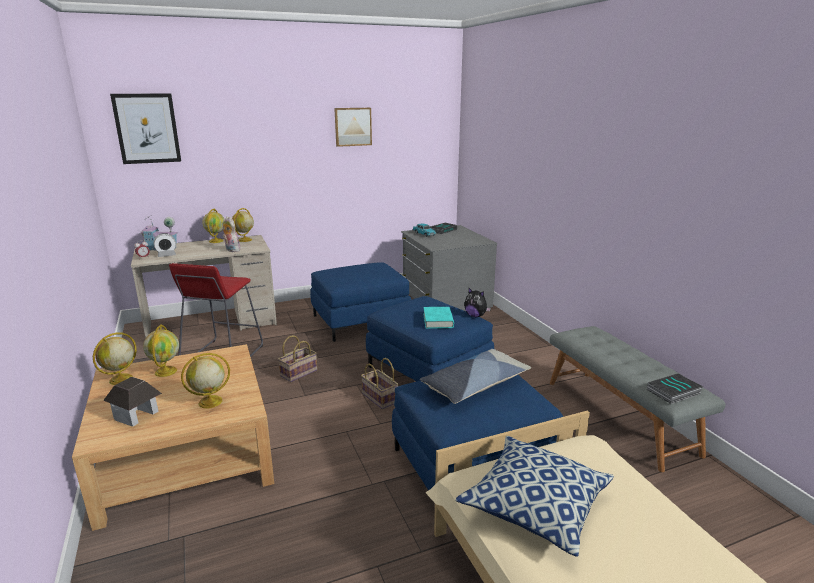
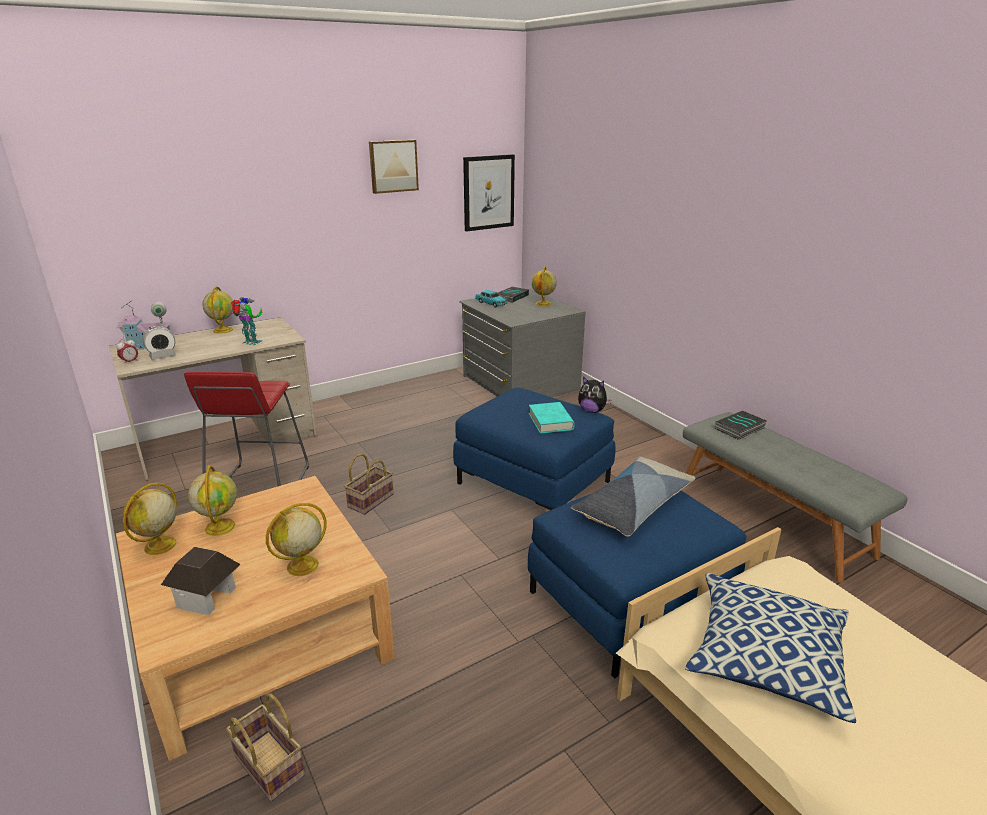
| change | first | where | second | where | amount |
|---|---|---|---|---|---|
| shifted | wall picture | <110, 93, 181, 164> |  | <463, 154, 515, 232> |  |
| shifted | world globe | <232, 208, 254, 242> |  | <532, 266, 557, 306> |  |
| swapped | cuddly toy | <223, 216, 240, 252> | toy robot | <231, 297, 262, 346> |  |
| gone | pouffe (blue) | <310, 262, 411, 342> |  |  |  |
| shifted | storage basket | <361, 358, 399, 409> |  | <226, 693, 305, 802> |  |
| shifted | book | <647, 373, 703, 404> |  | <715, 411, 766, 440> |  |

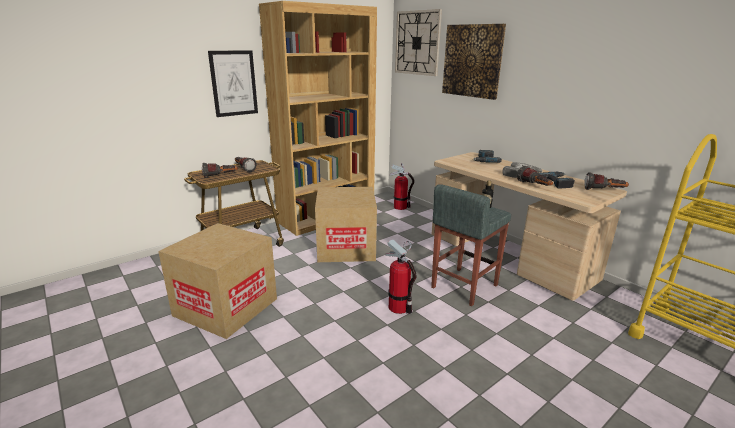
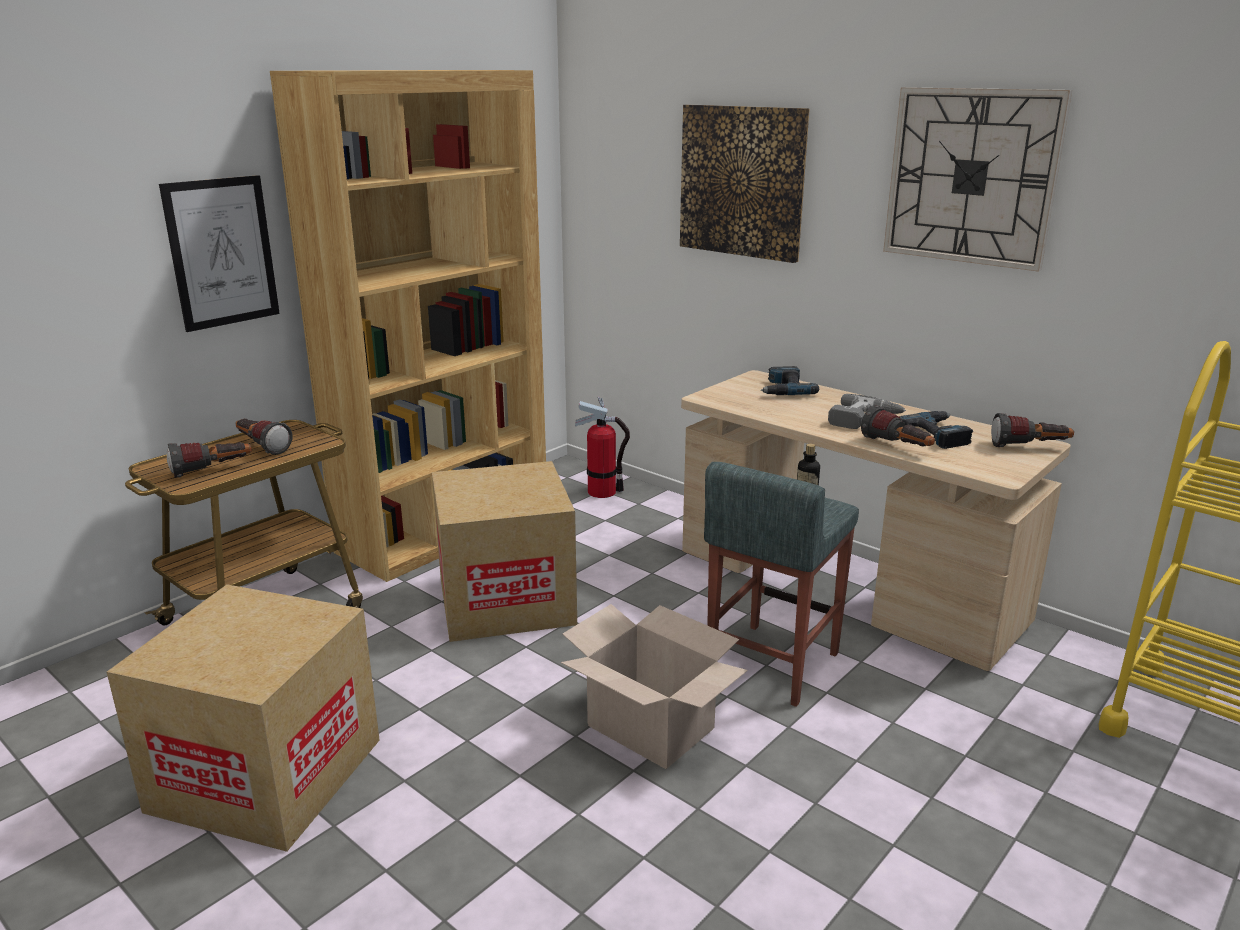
| change | first | where | second | where | amount |
|---|---|---|---|---|---|
| shifted | wall clock | <395, 9, 442, 76> |  | <883, 87, 1072, 272> |  |
| swapped | fire extinguisher | <386, 240, 416, 314> | cardboard box | <561, 604, 748, 769> |  |

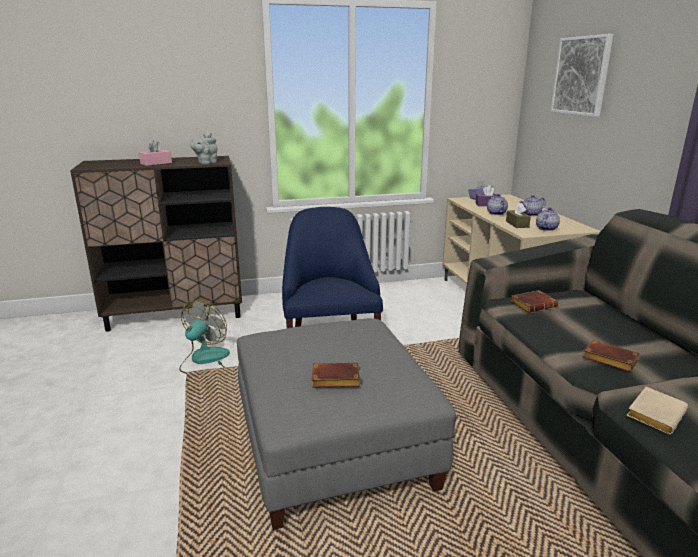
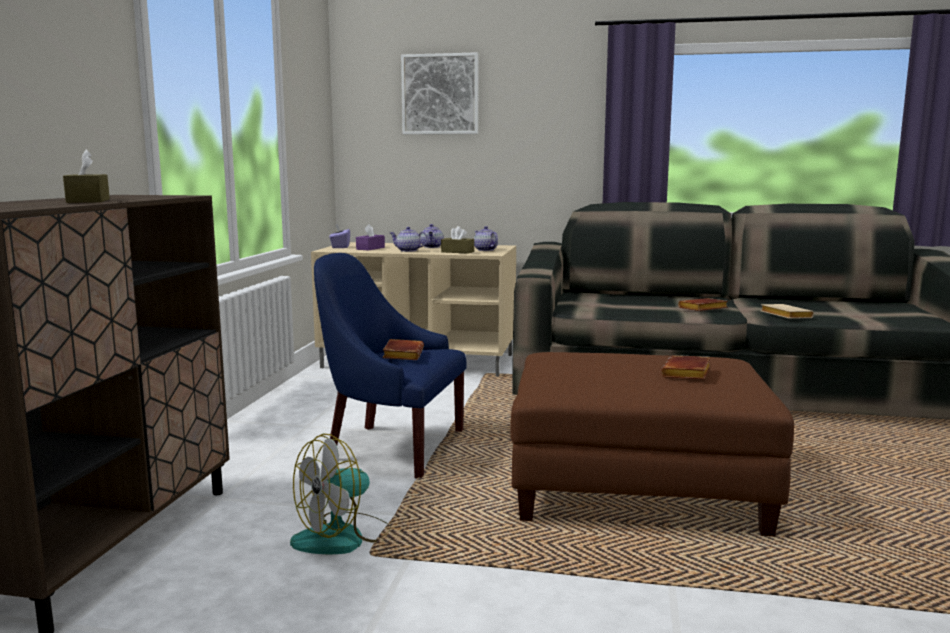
| change | first | where | second | where | amount |
|---|---|---|---|---|---|
| gone | teapot (grey) | <190, 133, 217, 164> |  |  |  |
| repainted | tissue holder (pink-coloured) | <139, 140, 172, 166> | tissue holder (brownish) | <63, 150, 110, 203> |  |
| shifted | book (brownish) | <511, 290, 558, 313> |  | <383, 339, 424, 360> |  |
| rotated | cooling fan | <179, 300, 230, 374> |  | <290, 434, 391, 555> | 90 degrees counterclockwise |
| repainted | pouffe (grey) | <237, 318, 456, 530> | pouffe (brownish) | <511, 352, 794, 536> |  |

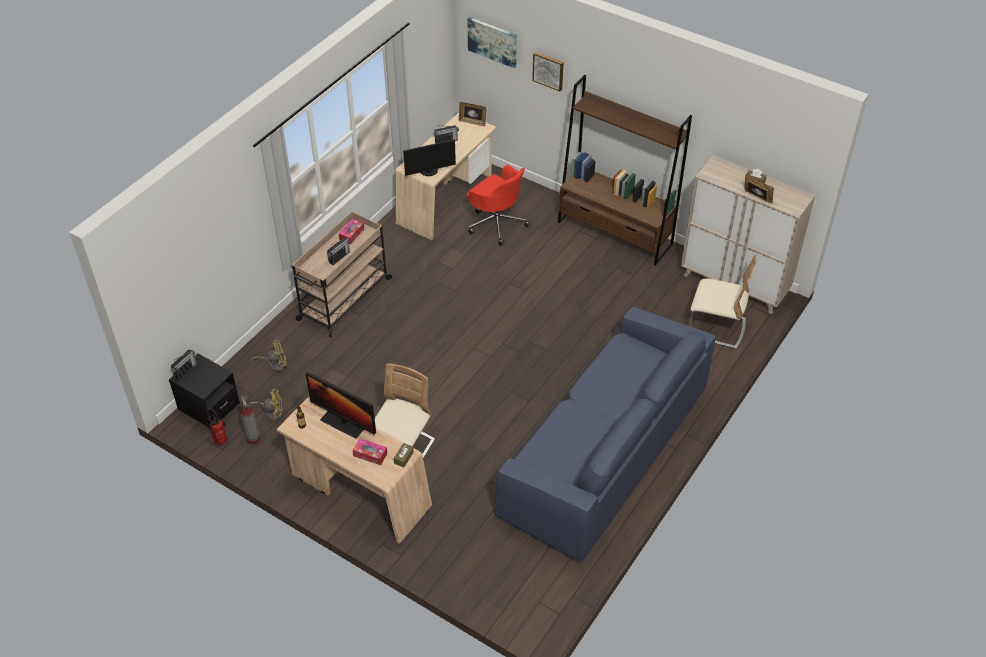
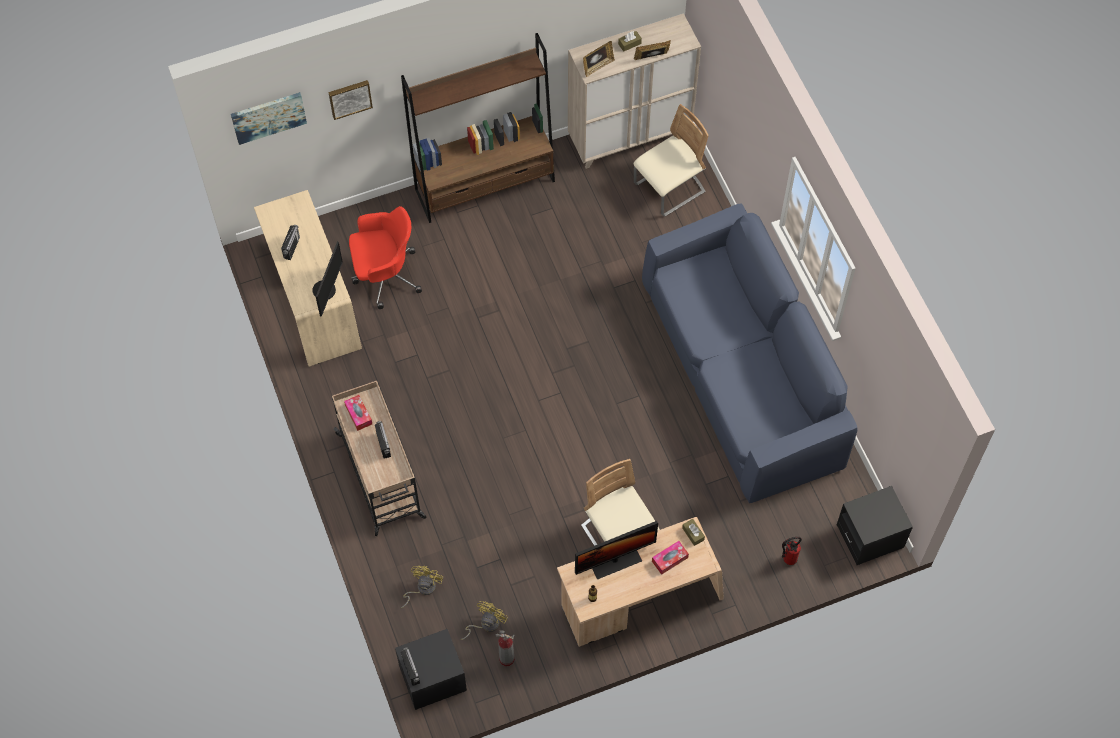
| change | first | where | second | where | amount |
|---|---|---|---|---|---|
| shifted | photo frame | <459, 102, 486, 127> |  | <583, 41, 615, 77> |  |
| shifted | fire extinguisher | <205, 405, 227, 445> |  | <782, 537, 802, 565> |  |
| new |  |  | night table (black) | <837, 486, 913, 565> |  |

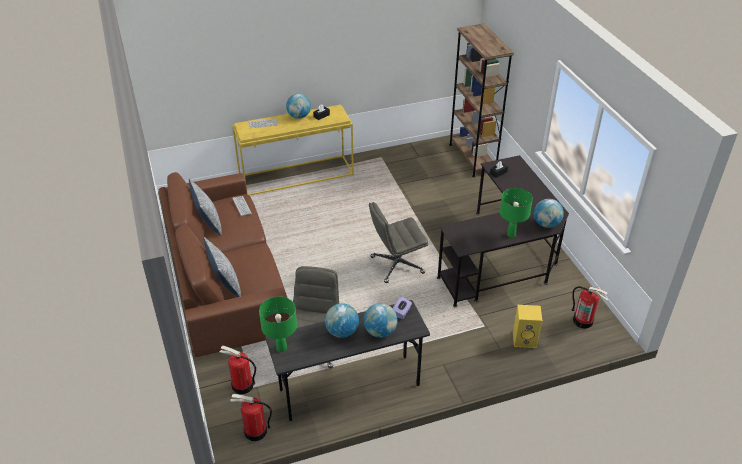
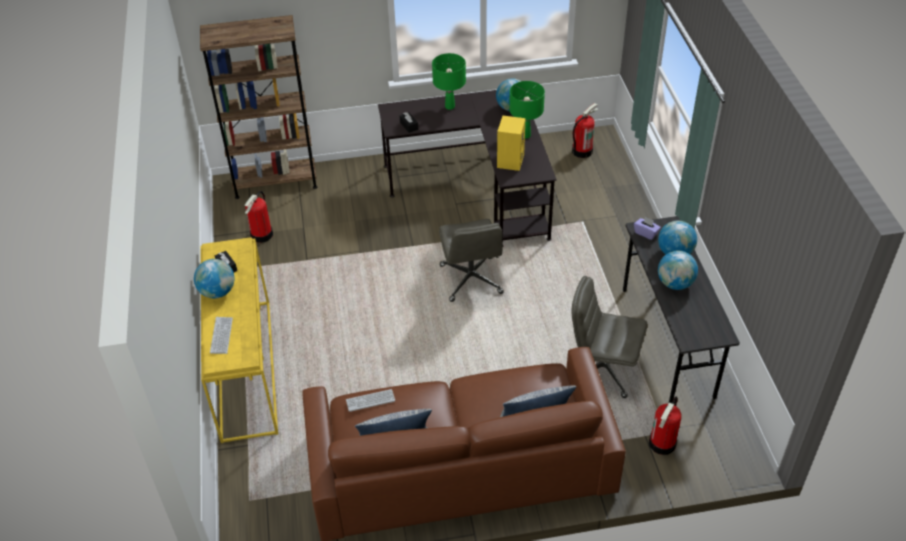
| change | first | where | second | where | amount |
|---|---|---|---|---|---|
| shifted | tabletop lamp (greenish) | <259, 297, 297, 352> |  | <432, 53, 466, 110> |  |
| shifted | speaker (yellowish) | <513, 305, 542, 348> |  | <497, 116, 526, 171> |  |
| shifted | fire extinguisher | <230, 394, 272, 441> |  | <244, 191, 273, 243> |  |

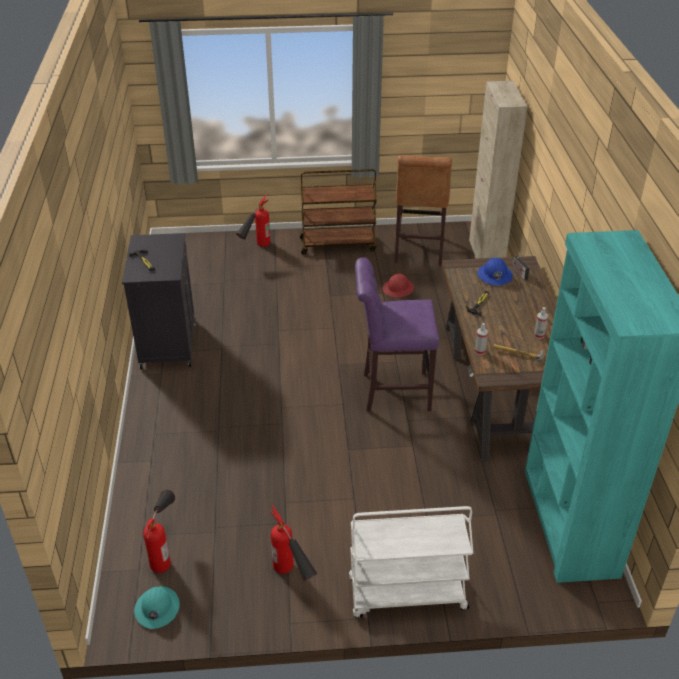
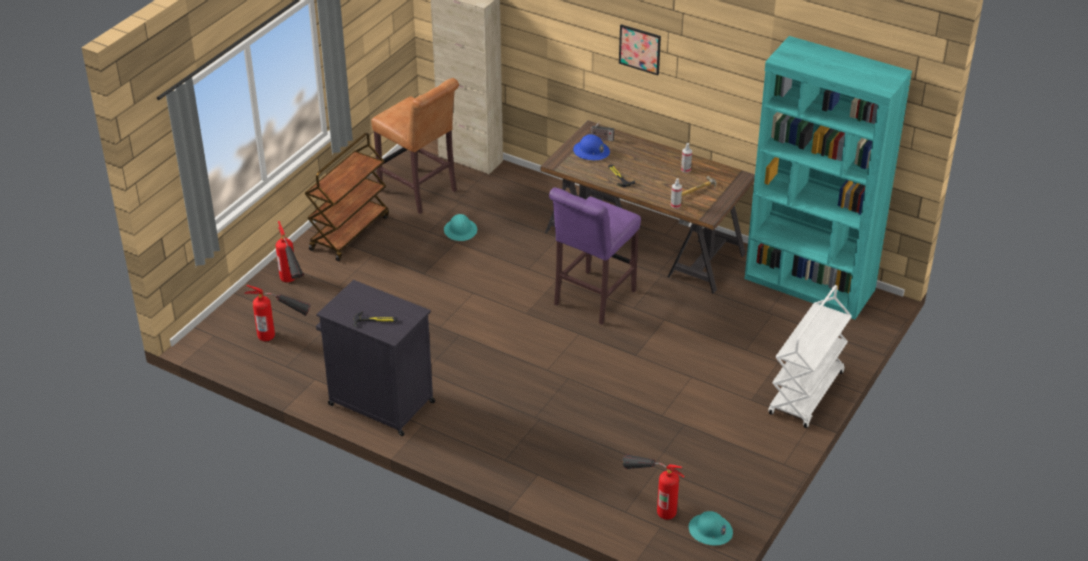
| change | first | where | second | where | amount |
|---|---|---|---|---|---|
| repainted | hard hat (reddish) | <382, 274, 414, 297> | hard hat (blue-green) | <444, 214, 477, 241> |  |
| shifted | fire extinguisher | <270, 506, 318, 582> |  | <245, 285, 311, 341> |  |
| new |  |  | wall picture | <619, 24, 661, 75> |  |

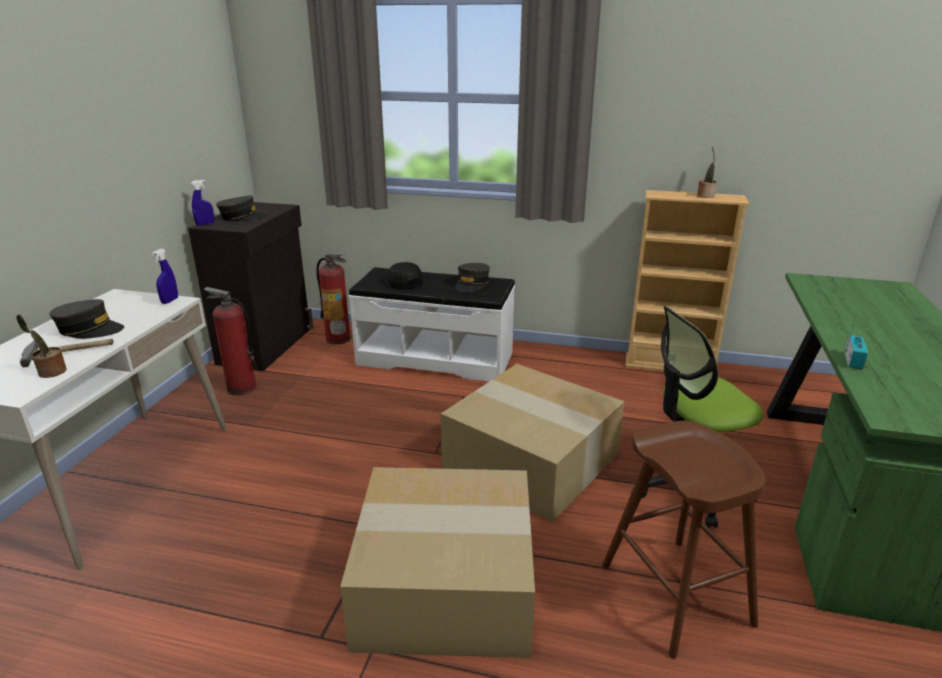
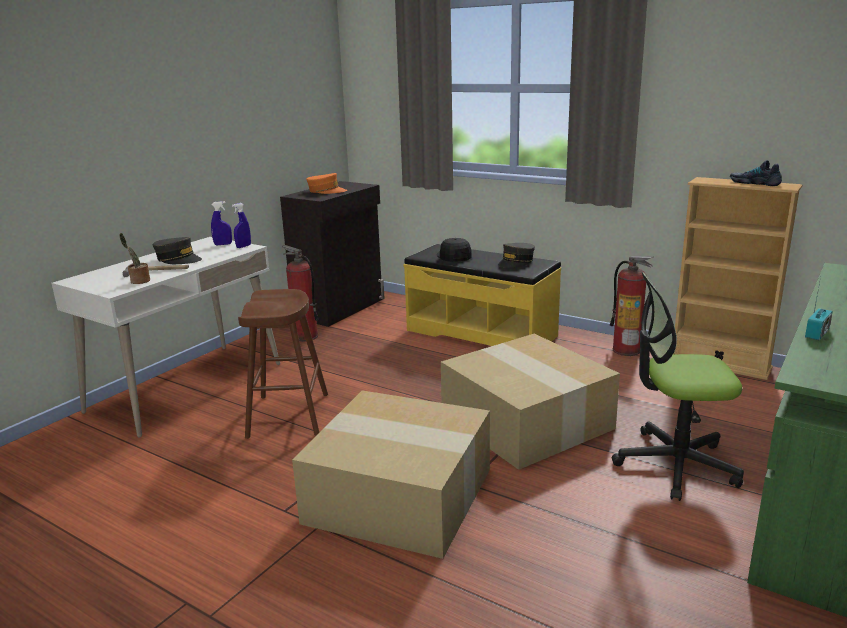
| change | first | where | second | where | amount |
|---|---|---|---|---|---|
| swapped | houseplant | <697, 146, 717, 198> | shoe | <730, 160, 782, 186> |  |
| shifted | sprayer (blue) | <191, 180, 214, 226> |  | <211, 201, 232, 245> |  |
| repainted | peaked cap (grey) | <216, 195, 268, 221> | peaked cap (orange) | <306, 173, 347, 194> |  |
| shifted | fire extinguisher | <317, 253, 351, 345> |  | <610, 256, 653, 356> |  |
| repainted | bench (white-coloured) | <348, 267, 515, 382> | bench (yellowish) | <403, 244, 561, 346> |  |
| shifted | stool (brownish) | <602, 421, 765, 659> |  | <238, 289, 328, 439> |  |

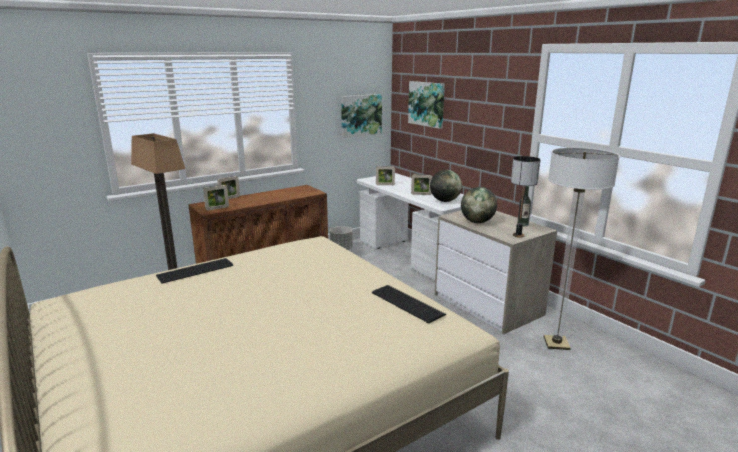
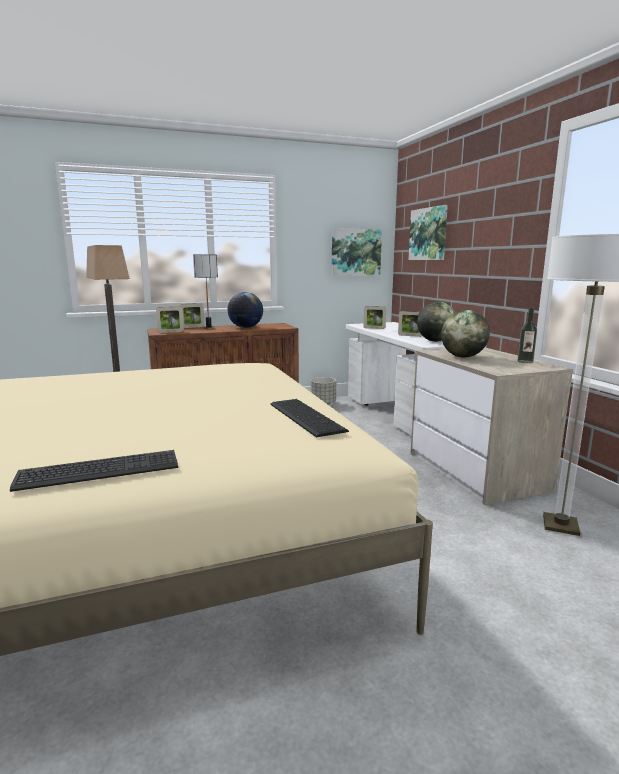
| change | first | where | second | where | amount |
|---|---|---|---|---|---|
| shifted | tabletop lamp | <511, 156, 540, 238> |  | <193, 255, 218, 329> |  |
| shifted | keyboard | <156, 258, 233, 284> |  | <10, 450, 178, 492> |  |
| new |  |  | world globe | <227, 292, 263, 328> |  |

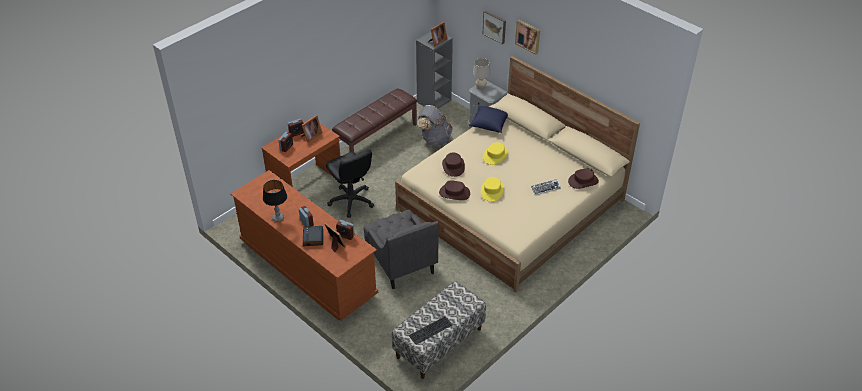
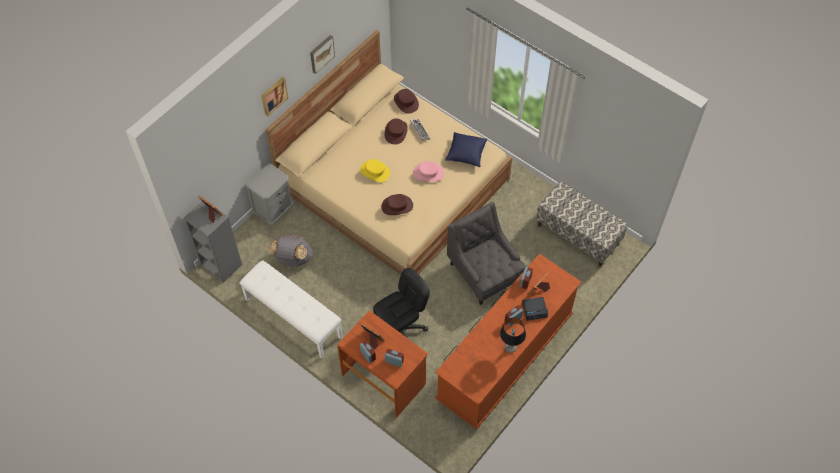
| change | first | where | second | where | amount |
|---|---|---|---|---|---|
| shifted | wall picture | <483, 10, 506, 45> |  | <310, 35, 335, 74> |  |
| gone | tabletop lamp (sand-coloured) | <473, 58, 490, 88> |  |  |  |
| repainted | bench (brownish) | <332, 89, 417, 152> | bench (white-coloured) | <239, 260, 343, 359> |  |
| shifted | throw pillow (blue) | <469, 106, 508, 133> |  | <445, 132, 488, 167> |  |
| repainted | clothing hat (yellowish) | <481, 177, 504, 202> | clothing hat (pink-coloured) | <413, 161, 444, 182> |  |
| shifted | clothing hat (brownish) | <439, 180, 470, 200> |  | <385, 118, 408, 144> |  |
| rotated | armchair (grey) | <363, 209, 439, 289> |  | <447, 202, 526, 305> | 90 degrees counterclockwise |
| gone | keyboard | <409, 316, 453, 344> |  |  |  |

